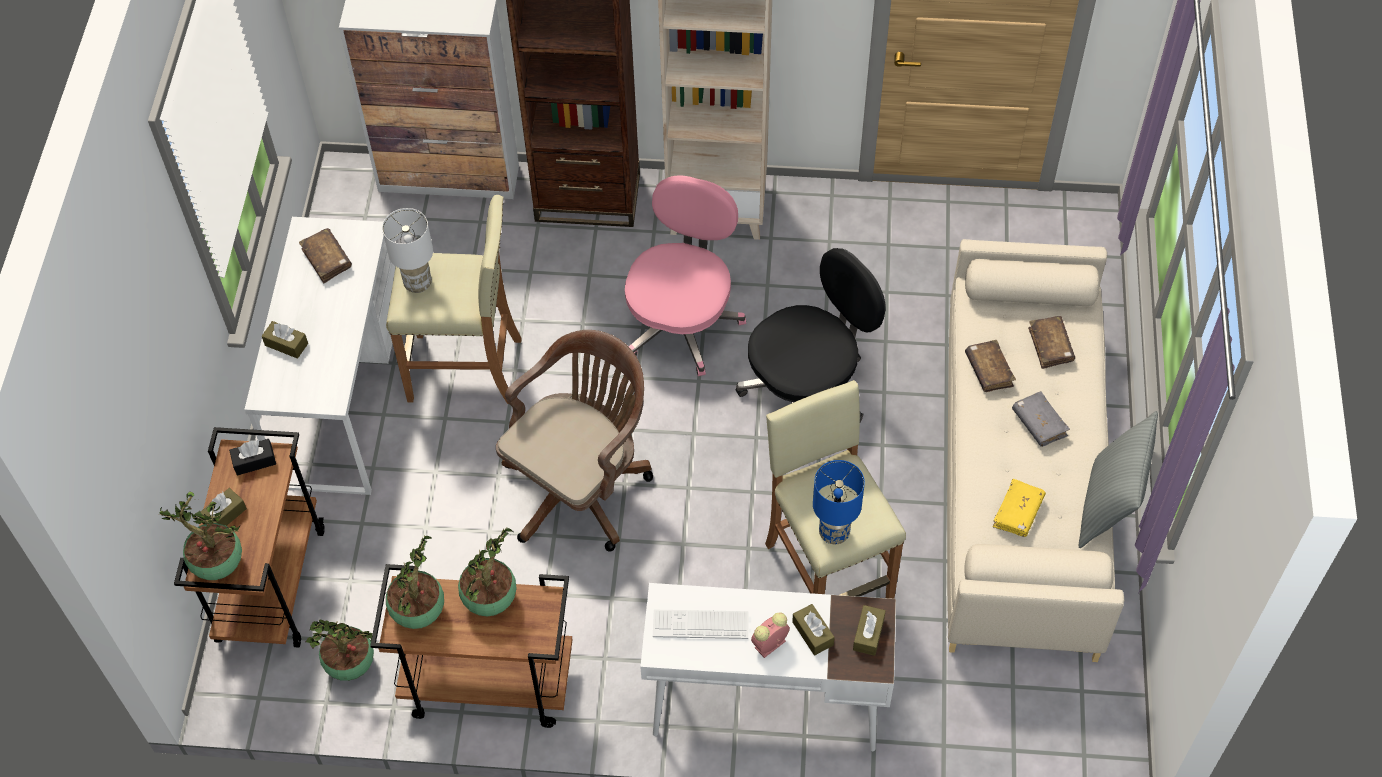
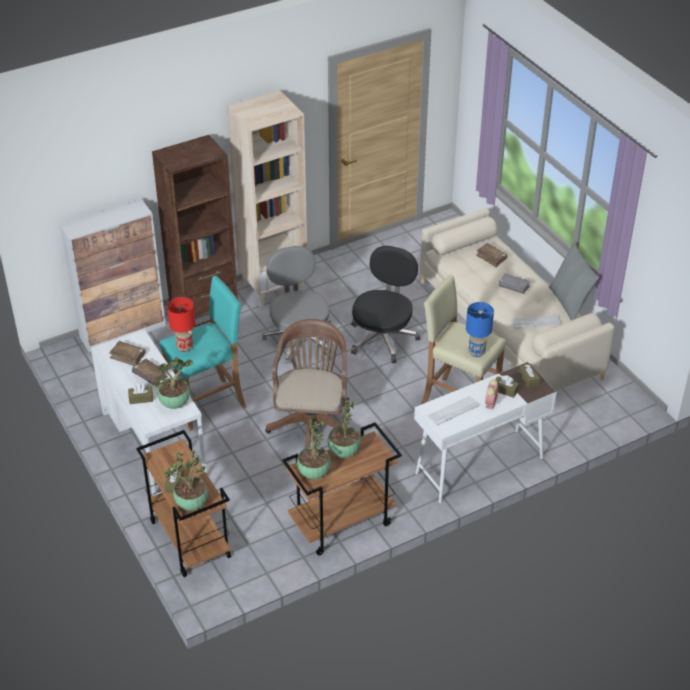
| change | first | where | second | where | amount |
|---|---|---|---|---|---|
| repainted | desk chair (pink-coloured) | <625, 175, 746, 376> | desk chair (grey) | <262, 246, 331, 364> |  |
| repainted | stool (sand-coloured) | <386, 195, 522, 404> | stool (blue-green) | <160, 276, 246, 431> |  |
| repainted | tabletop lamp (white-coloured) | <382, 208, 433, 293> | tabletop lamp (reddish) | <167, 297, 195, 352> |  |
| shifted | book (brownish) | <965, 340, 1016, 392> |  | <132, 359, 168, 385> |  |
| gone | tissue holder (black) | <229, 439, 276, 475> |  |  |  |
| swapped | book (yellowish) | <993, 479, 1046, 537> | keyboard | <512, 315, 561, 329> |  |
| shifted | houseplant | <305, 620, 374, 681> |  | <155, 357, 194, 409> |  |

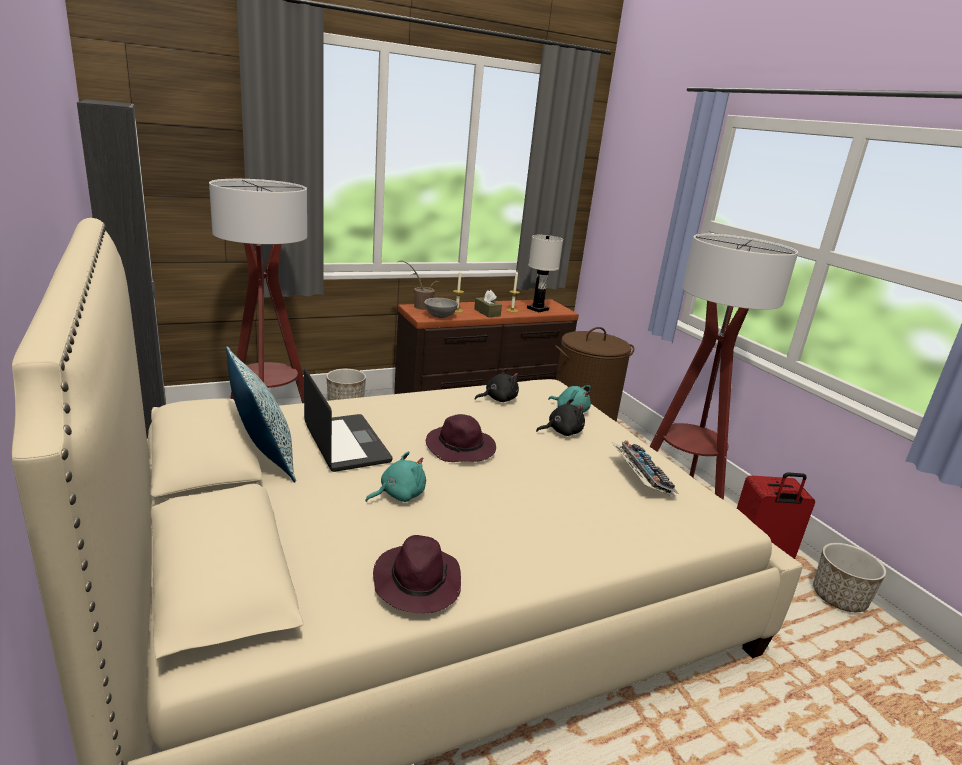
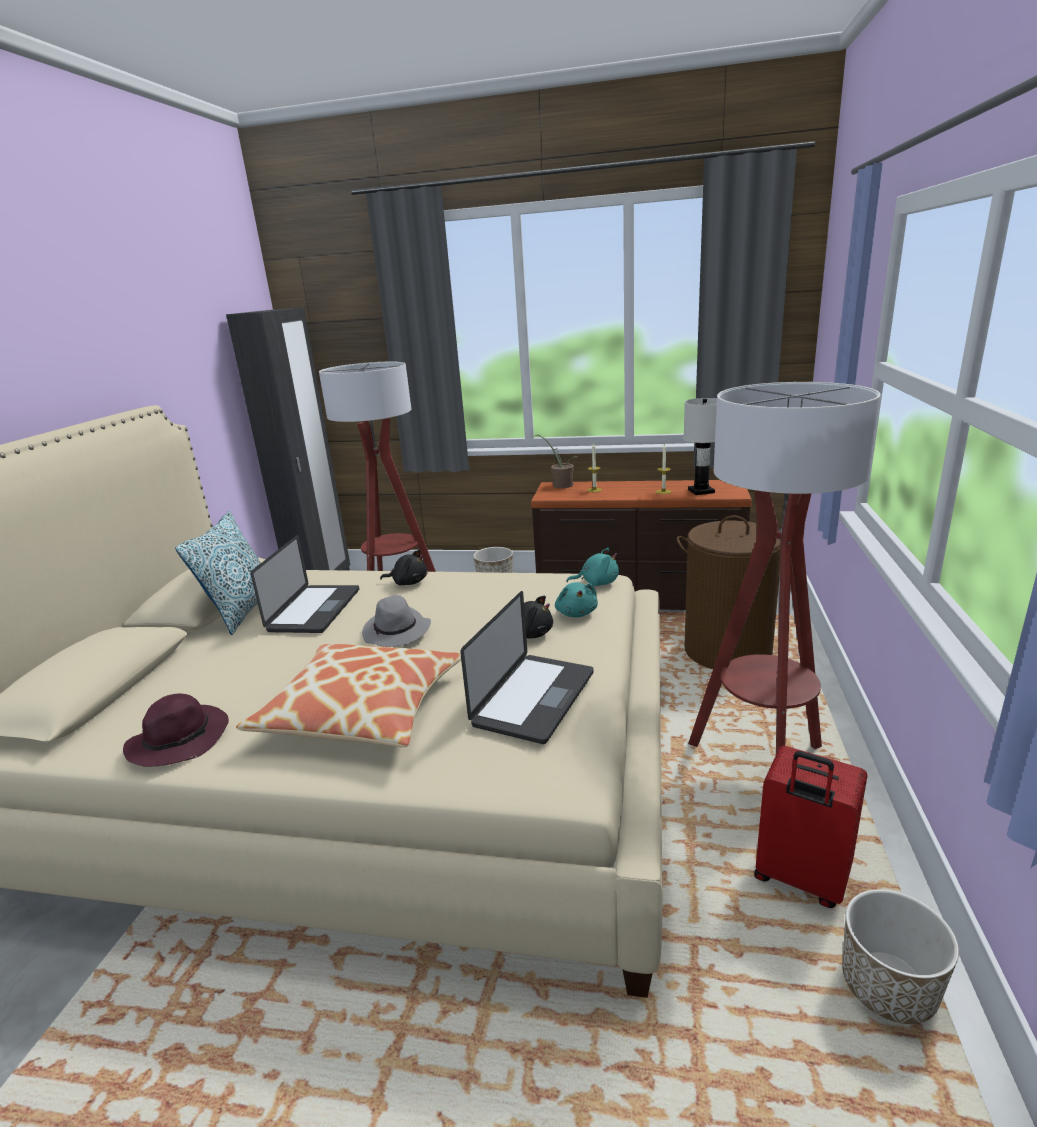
| change | first | where | second | where | amount |
|---|---|---|---|---|---|
| gone | tissue holder (brownish) | <474, 290, 502, 317> |  |  |  |
| gone | serving bowl (grey) | <424, 298, 458, 318> |  |  |  |
| shifted | cuddly toy (black) | <474, 368, 519, 402> |  | <380, 550, 428, 585> |  |
| repainted | clothing hat (purple-coloured) | <426, 414, 496, 462> | clothing hat (grey) | <362, 595, 431, 647> |  |
| swapped | keyboard | <612, 440, 679, 498> | notebook computer | <460, 591, 594, 744> |  |
| shifted | cuddly toy (blue-green) | <365, 451, 426, 502> |  | <566, 548, 619, 586> |  |
| new |  |  | throw pillow | <236, 644, 461, 747> |  |

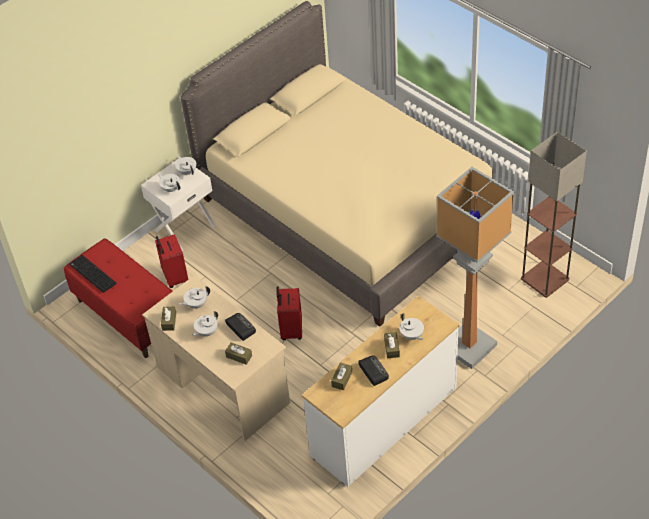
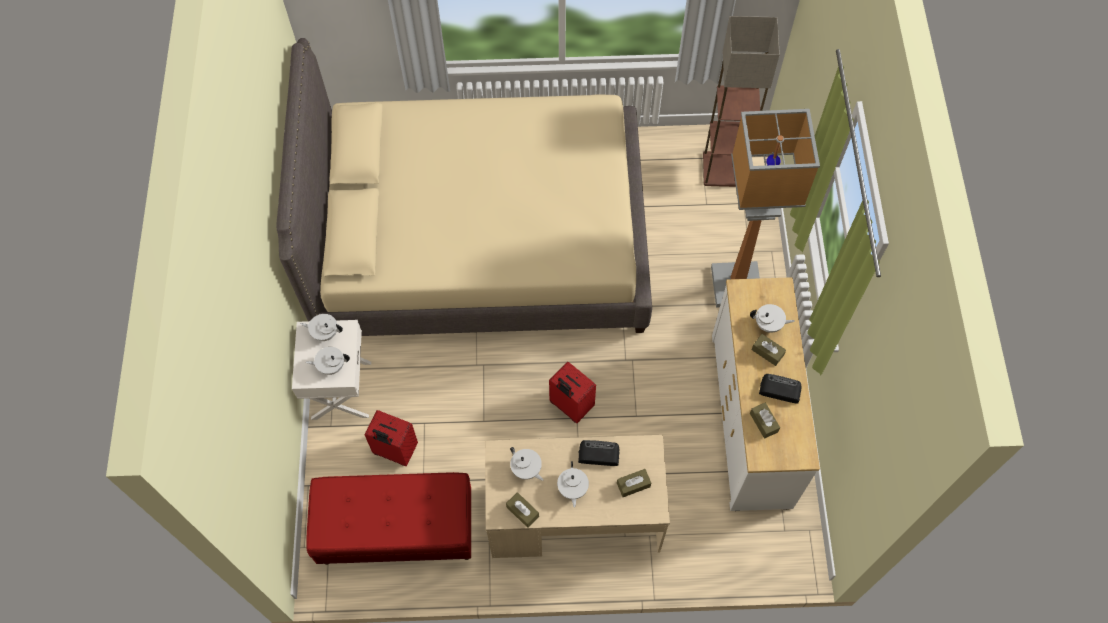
| change | first | where | second | where | amount |
|---|---|---|---|---|---|
| gone | keyboard | <69, 255, 116, 293> |  |  |  |
| rotated | teapot (white-coloured) | <179, 286, 210, 309> |  | <510, 447, 544, 481> | 60 degrees counterclockwise |

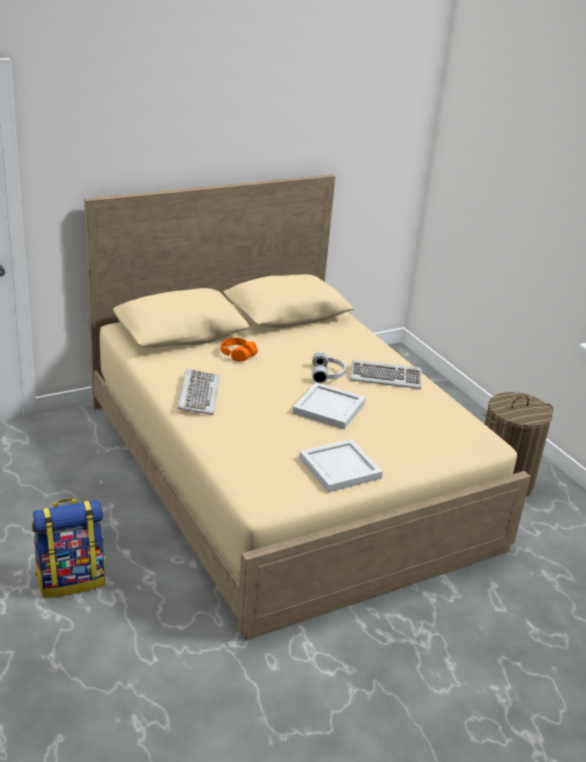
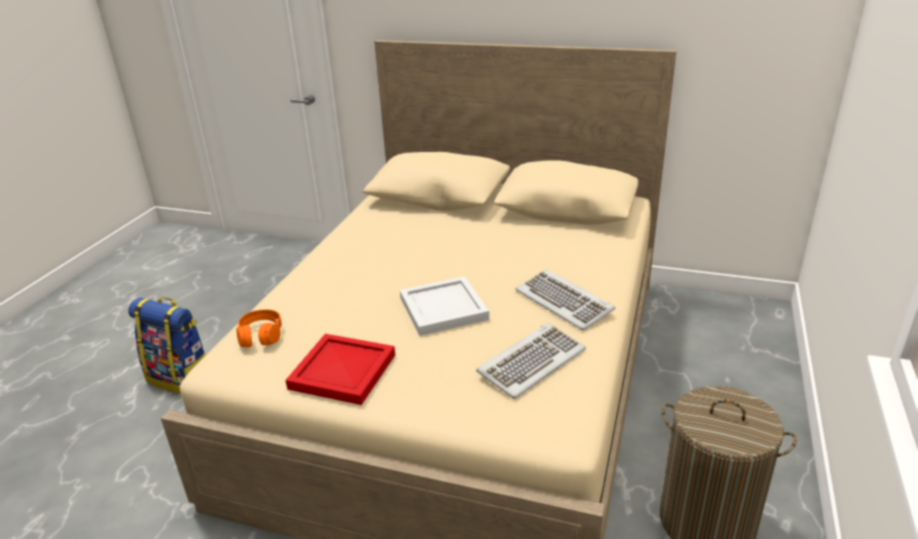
| change | first | where | second | where | amount |
|---|---|---|---|---|---|
| shifted | headset (orange) | <221, 338, 258, 362> |  | <236, 310, 282, 347> |  |
| gone | headset (white-coloured) | <312, 351, 346, 384> |  |  |  |
| shifted | keyboard | <178, 369, 219, 415> |  | <476, 323, 586, 399> |  |
| repainted | carrying tray (white-coloured) | <299, 439, 383, 492> | carrying tray (reddish) | <285, 334, 395, 405> |  |

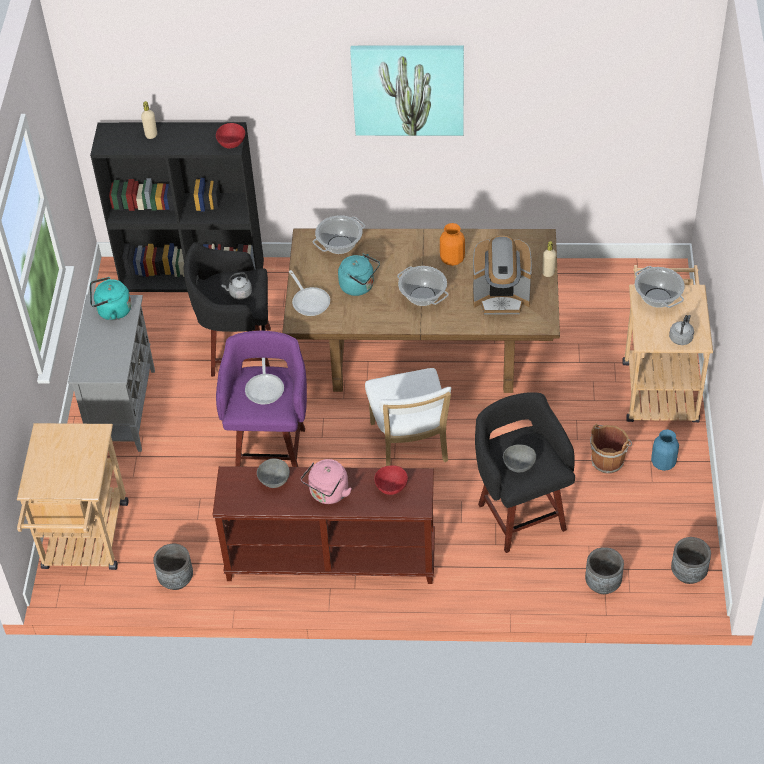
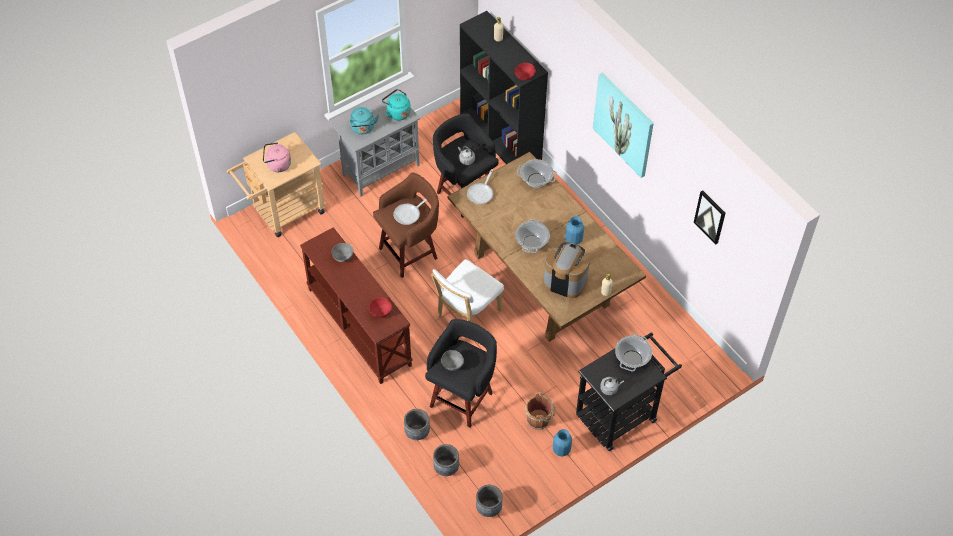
| change | first | where | second | where | amount |
|---|---|---|---|---|---|
| repainted | flower vase (orange) | <440, 223, 465, 266> | flower vase (blue) | <565, 216, 584, 244> |  |
| rotated | coffee maker | <473, 236, 532, 315> |  | <543, 242, 590, 298> | 150 degrees clockwise |
| shifted | kettle (blue-green) | <338, 254, 380, 296> |  | <350, 107, 379, 134> |  |
| repainted | wheeled cart (sand-coloured) | <622, 265, 713, 423> | wheeled cart (black) | <576, 332, 682, 451> |  |
| repainted | stool (purple-coloured) | <216, 331, 307, 467> | stool (brownish) | <373, 173, 439, 278> |  |
| shifted | kettle (pink-coloured) | <301, 459, 352, 504> |  | <263, 142, 291, 172> |  |
| shifted | plant pot (grey) | <153, 544, 193, 590> |  | <404, 409, 430, 440> |  |
| new |  |  | wall picture | <694, 190, 725, 245> |  |

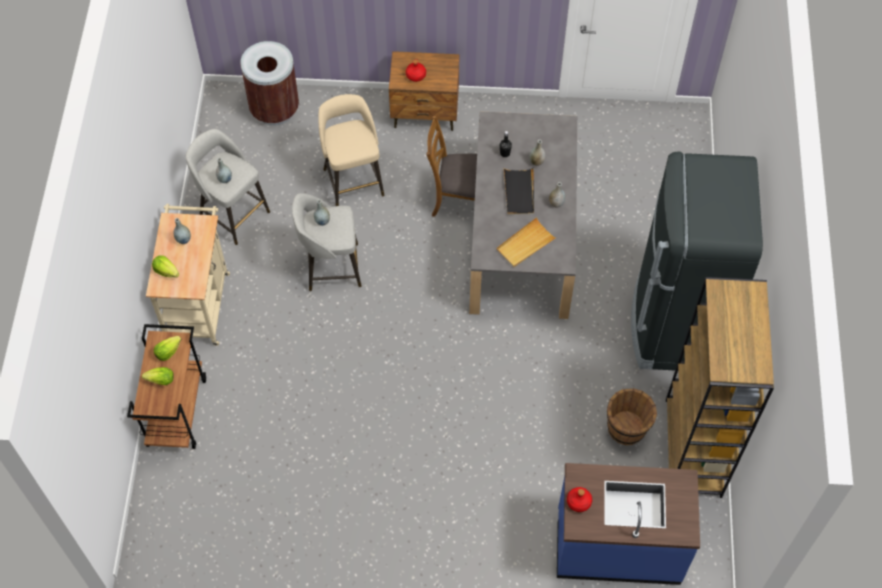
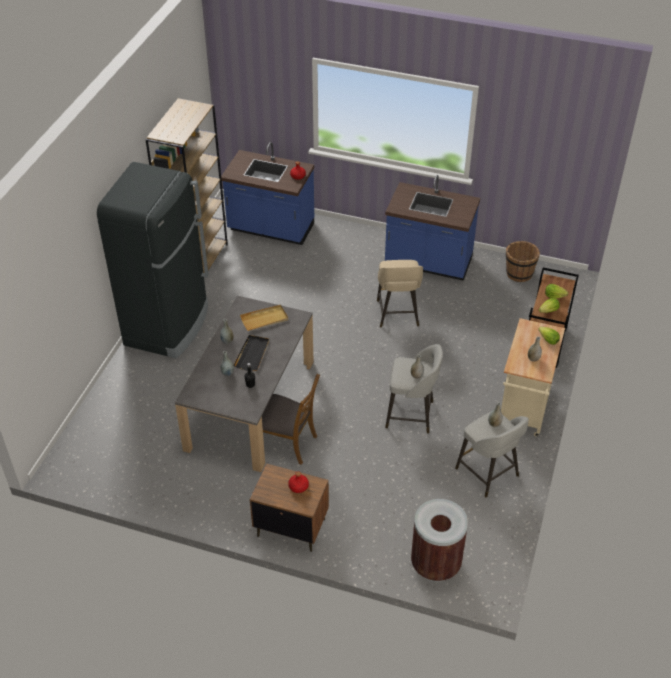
| change | first | where | second | where | amount |
|---|---|---|---|---|---|
| shifted | stool (sand-coloured) | <318, 94, 384, 206> |  | <377, 260, 423, 328> |  |
| shifted | bucket (brownish) | <607, 388, 657, 445> |  | <506, 241, 540, 282> |  |
| new |  |  | kitchen base unit (blue) | <385, 175, 480, 281> |  |

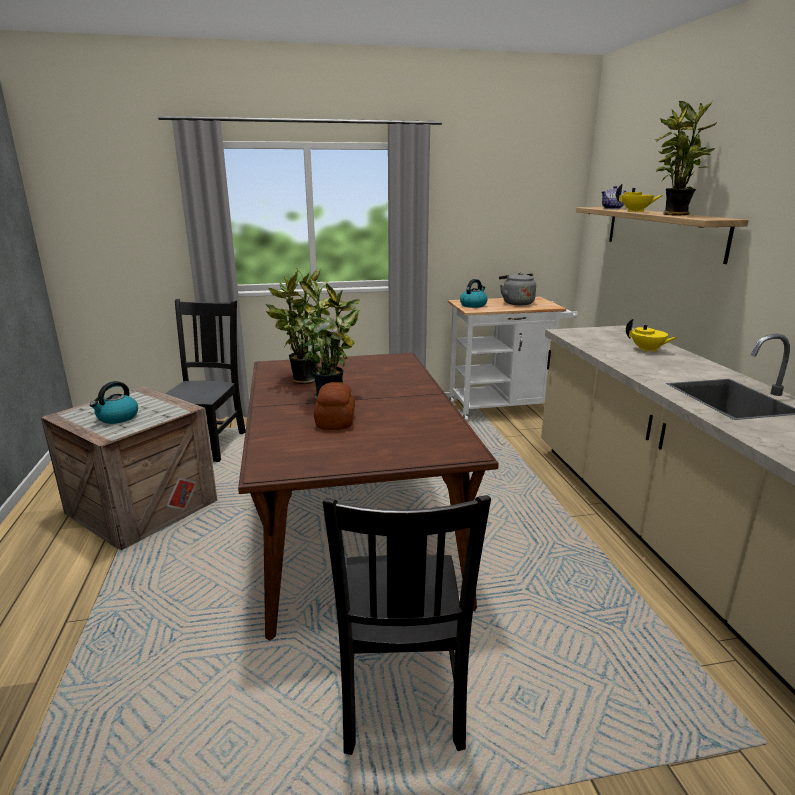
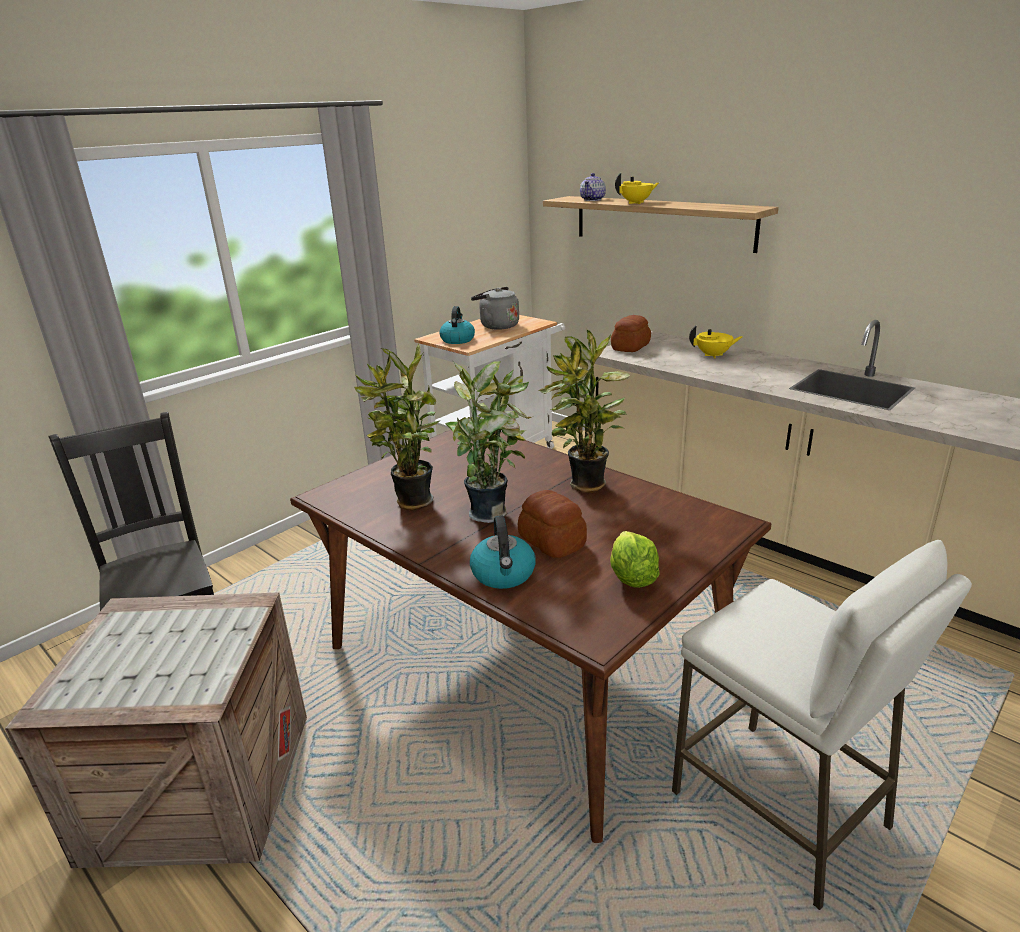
| change | first | where | second | where | amount |
|---|---|---|---|---|---|
| shifted | houseplant | <654, 101, 717, 216> |  | <539, 328, 630, 493> |  |
| shifted | kettle | <90, 381, 138, 424> |  | <470, 515, 536, 589> |  |
| swapped | chair (black) | <323, 495, 491, 755> | stool (white-coloured) | <672, 540, 972, 910> |  |
| new |  |  | bakery bread | <611, 315, 651, 352> |  |
| new |  |  | head of lettuce | <610, 531, 660, 588> |  |

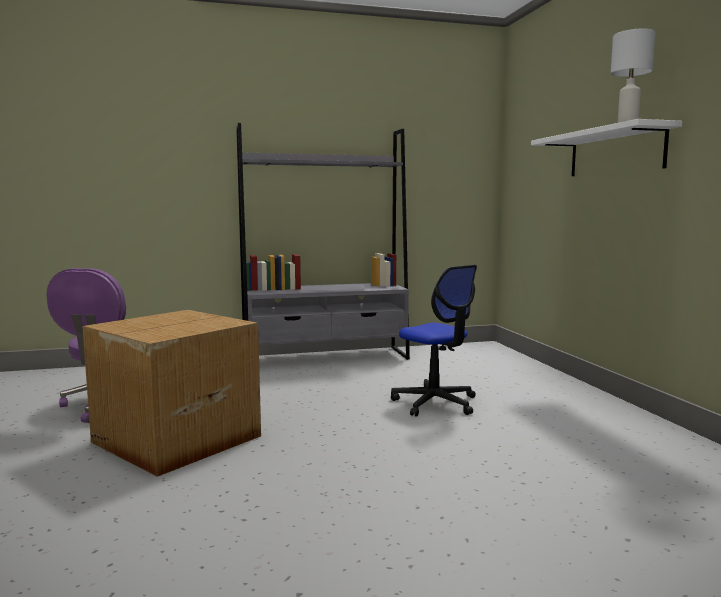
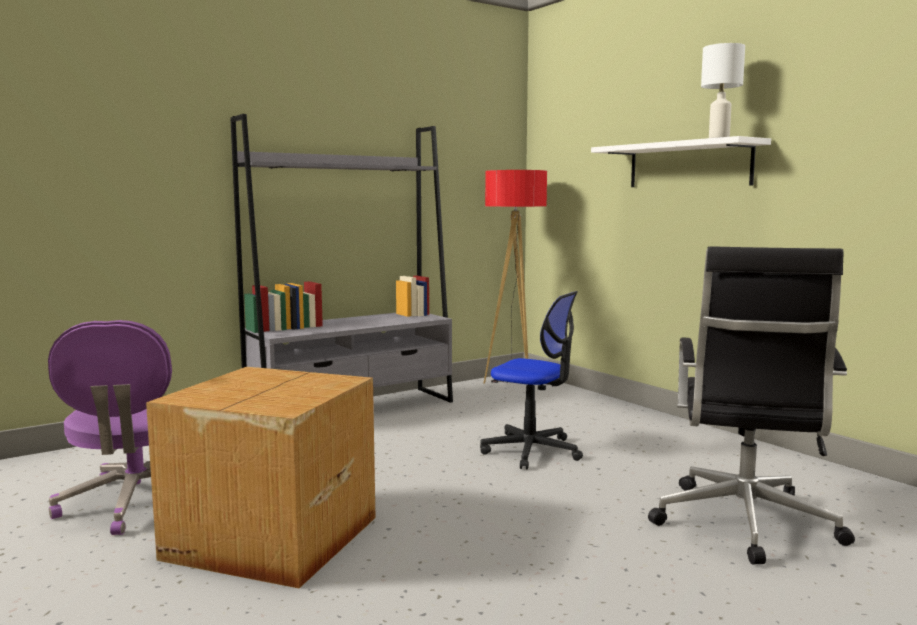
| change | first | where | second | where | amount |
|---|---|---|---|---|---|
| new |  |  | floor lamp | <484, 170, 547, 385> |  |
| new |  |  | desk chair (black) | <648, 246, 855, 565> |  |

